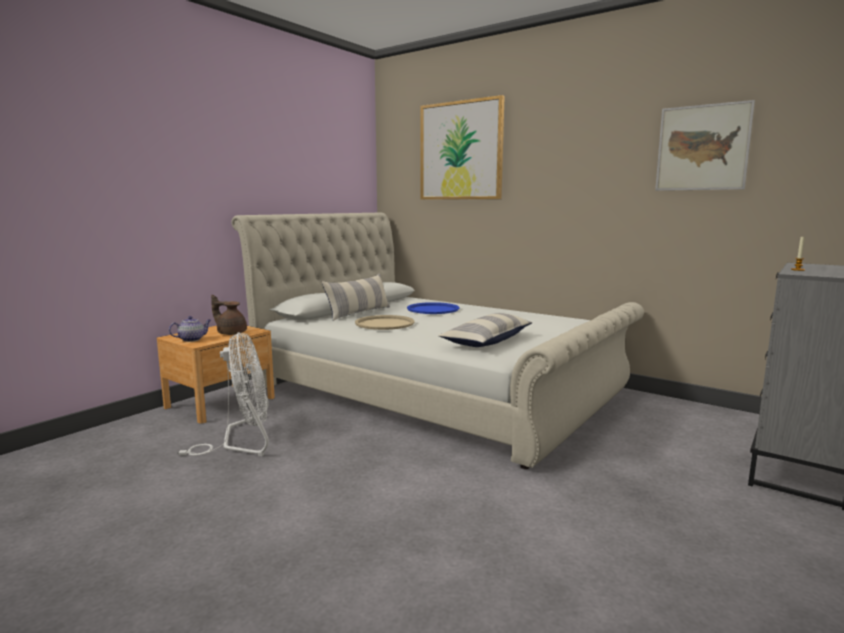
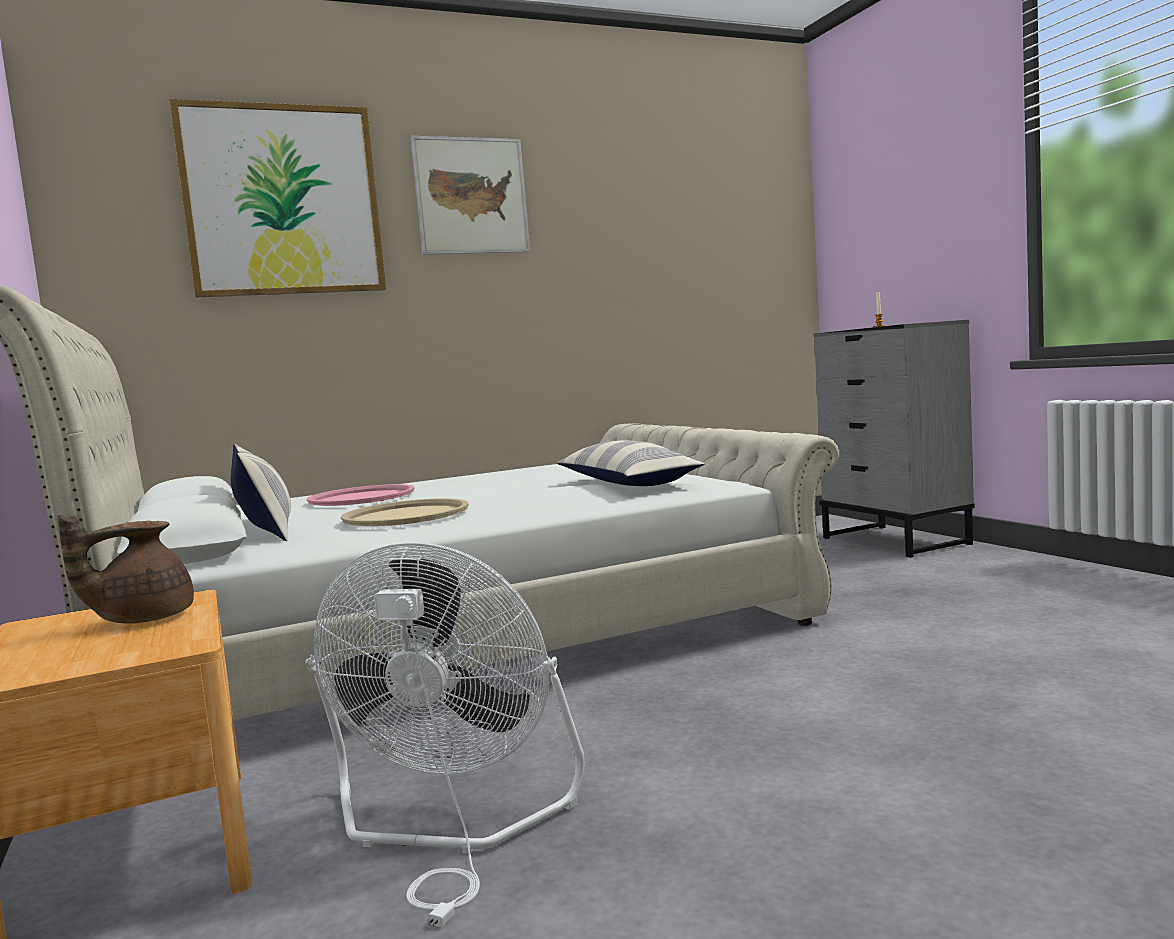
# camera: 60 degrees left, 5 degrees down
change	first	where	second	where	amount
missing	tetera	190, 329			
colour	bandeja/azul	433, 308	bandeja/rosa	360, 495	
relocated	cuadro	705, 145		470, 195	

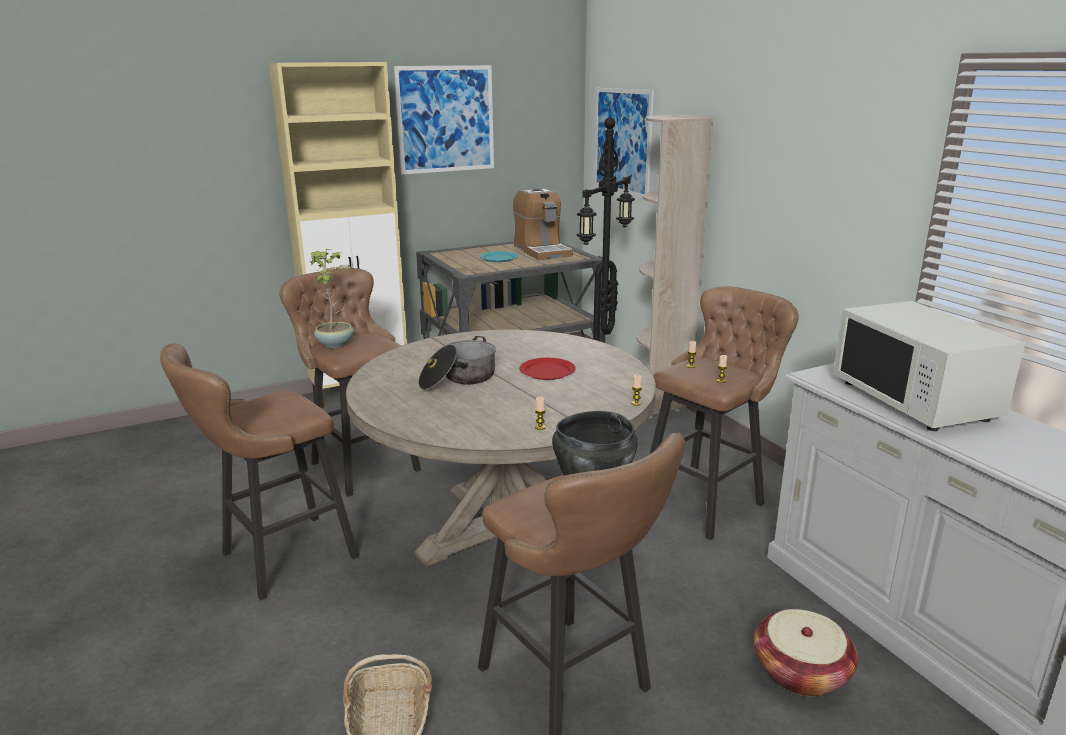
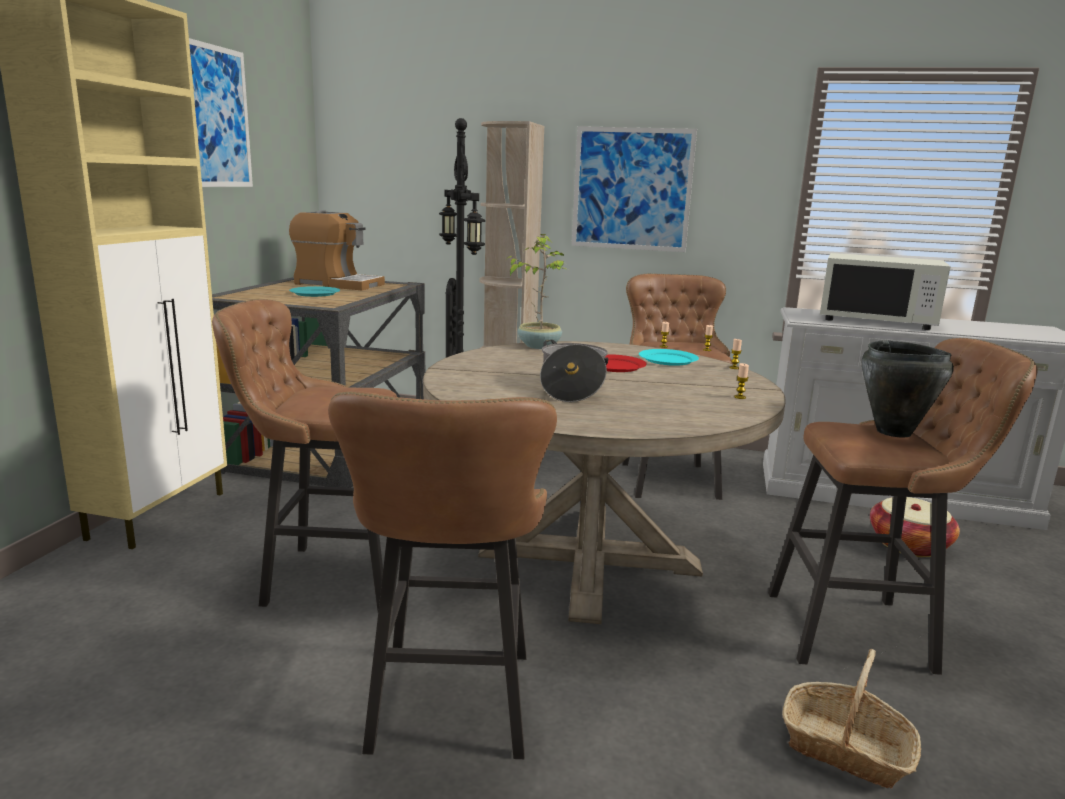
# camera: 50 degrees left, 5 degrees down
change	first	where	second	where	amount
relocated	planta en maceta	332, 298		537, 291	
relocated	cuadro	624, 143		634, 189	
appeared			plato/turquesa	669, 357	

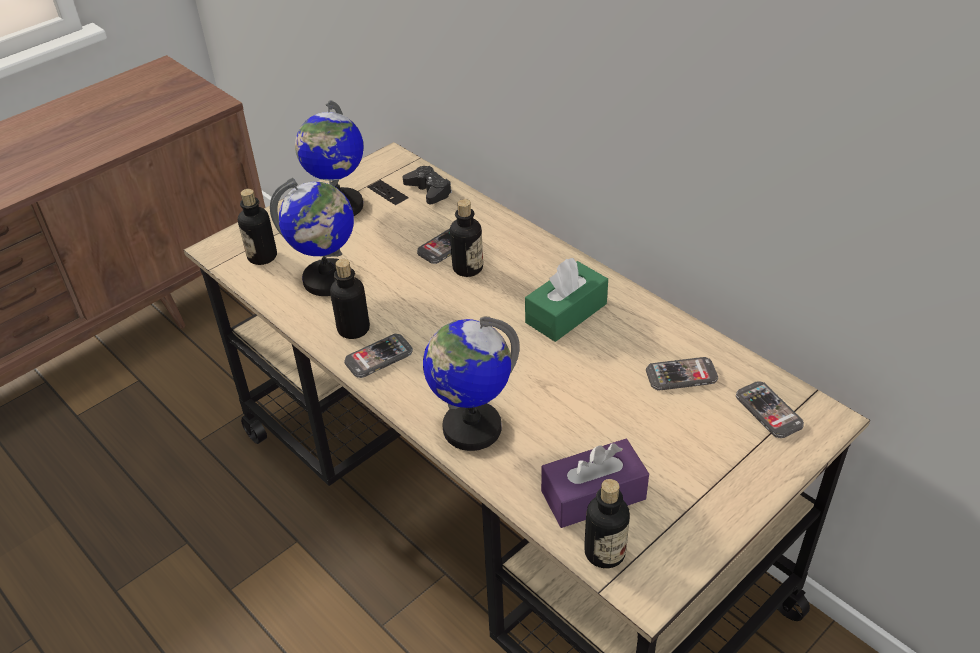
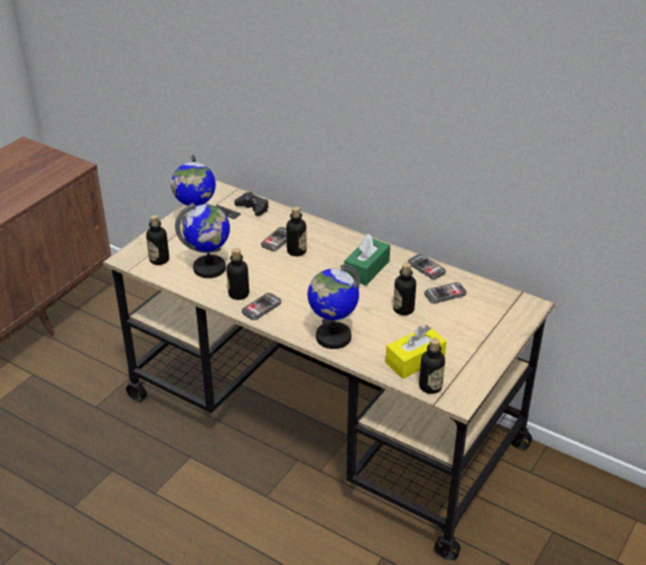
# camera: 15 degrees left, 5 degrees down
change	first	where	second	where	amount
colour	caja de pañuelos/morado	595, 483	caja de pañuelos/amarillo	416, 352	
relocated	móvil	770, 409		427, 266	
appeared			botella	404, 289	

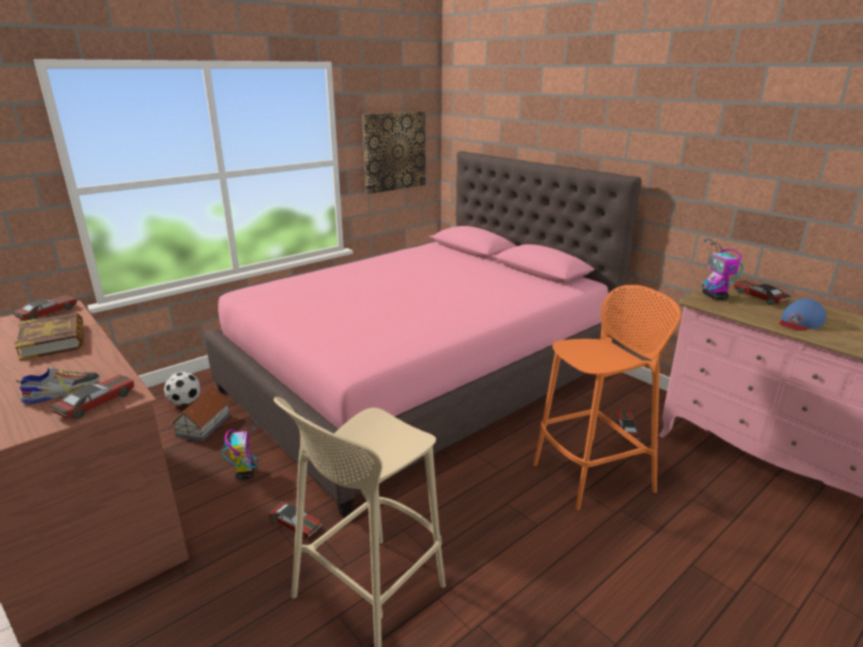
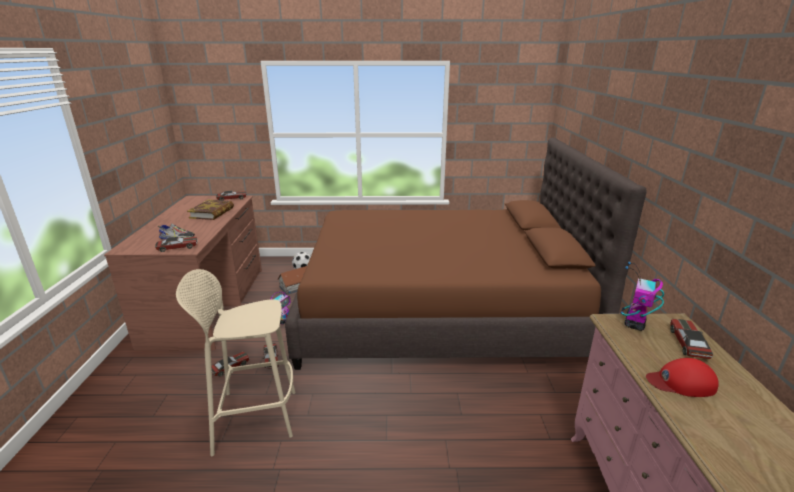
# camera: 40 degrees right, 0 degrees up
change	first	where	second	where	amount
colour	cama/rosa	423, 334	cama/marrón	466, 254	
missing	cuadro	394, 152			
missing	taburete/naranja	607, 397			
relocated	coche de juguete	627, 426		231, 364	
colour	gorra/azul	802, 314	gorra/rojo	682, 377	

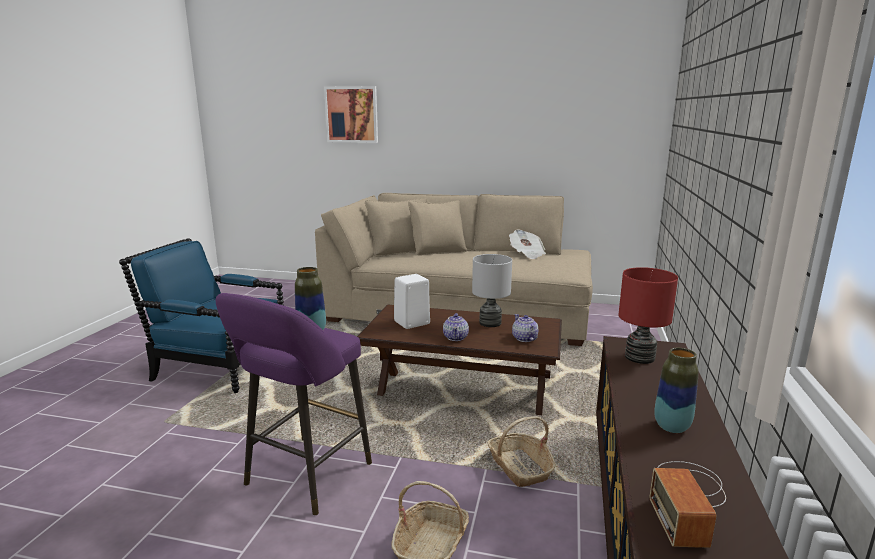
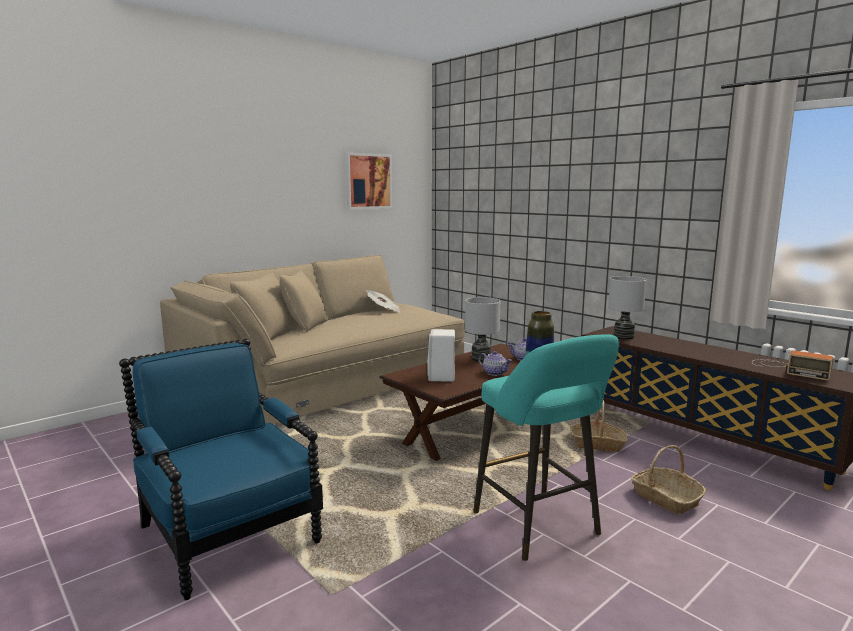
# camera: 55 degrees left, 5 degrees down
change	first	where	second	where	amount
spun	sillón/azul	201, 315		221, 469	90 degrees clockwise
colour	taburete/morado	294, 404	taburete/turquesa	546, 448	
relocated	cuadro	351, 114		369, 181	
colour	lámpara de mesa/rojo	648, 315	lámpara de mesa/gris	627, 307	
missing	florero	676, 390			

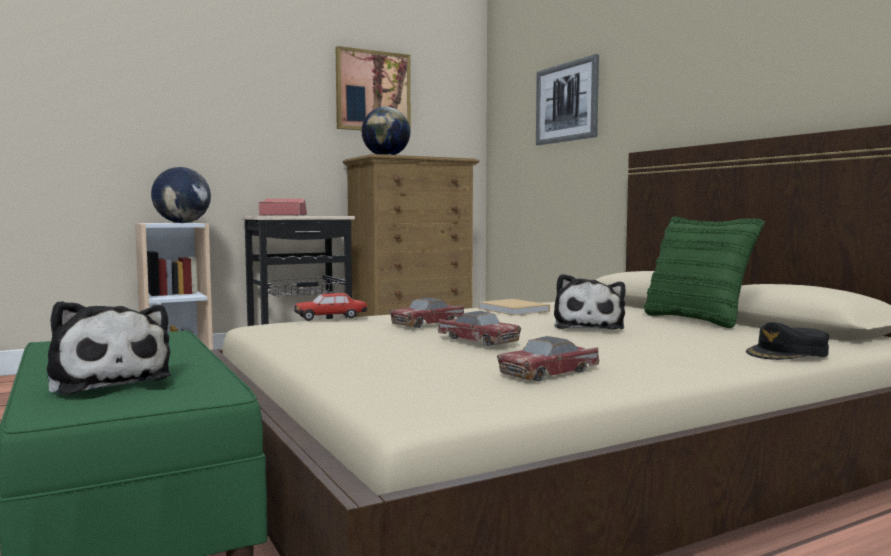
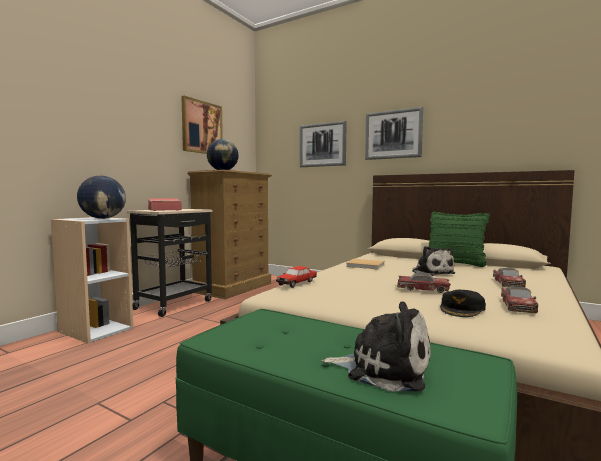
# camera: 30 degrees left, 0 degrees up
change	first	where	second	where	amount
relocated	coche de juguete	427, 312		509, 277	
relocated	gorra/negro	787, 341		463, 303	
appeared			cuadro	394, 133	

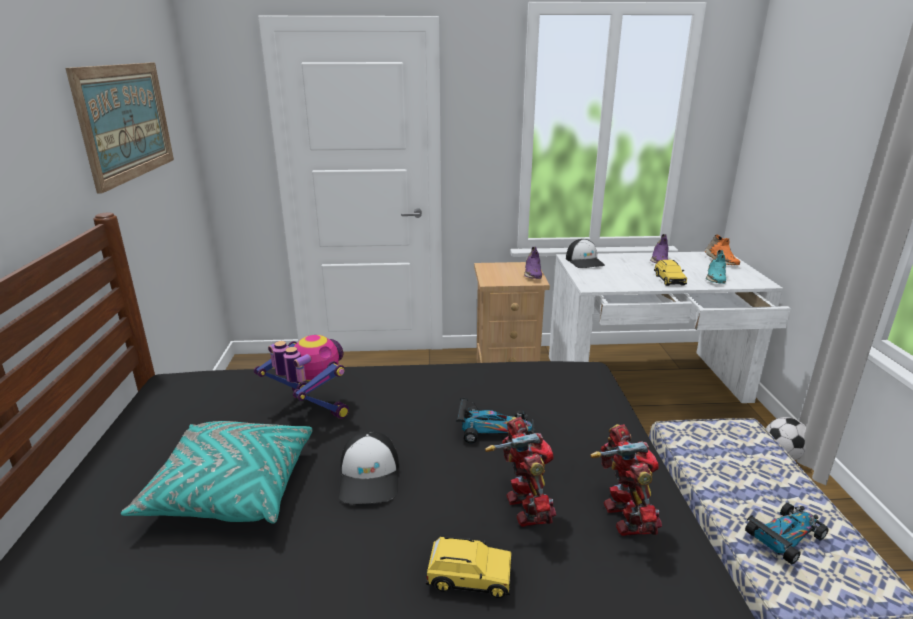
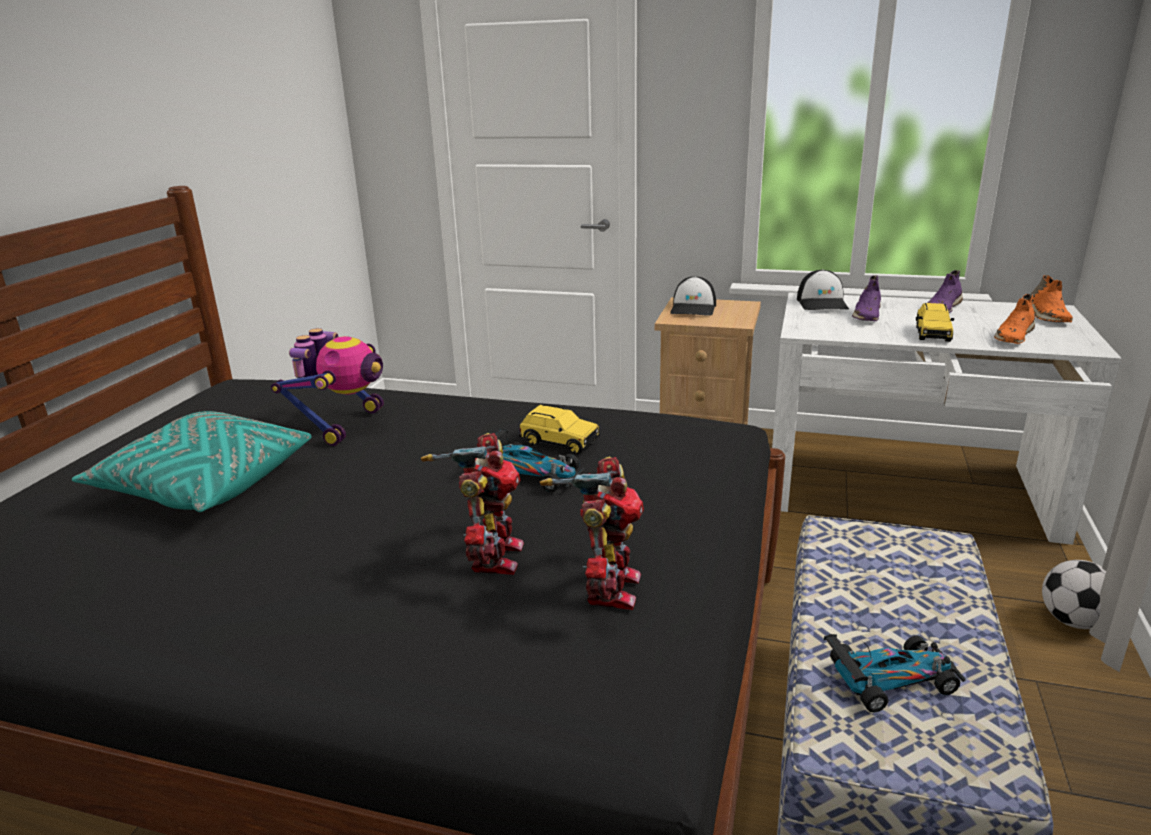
# camera: 20 degrees right, 0 degrees up
change	first	where	second	where	amount
missing	cuadro	120, 128			
spun	robot de juguete	301, 377		327, 387	45 degrees clockwise
relocated	gorra	369, 467		693, 295	
relocated	coche de juguete/amarillo	468, 567		559, 429	
relocated	zapato/morado	533, 262		866, 298	
colour	zapato/turquesa	716, 267	zapato/naranja	1014, 319	

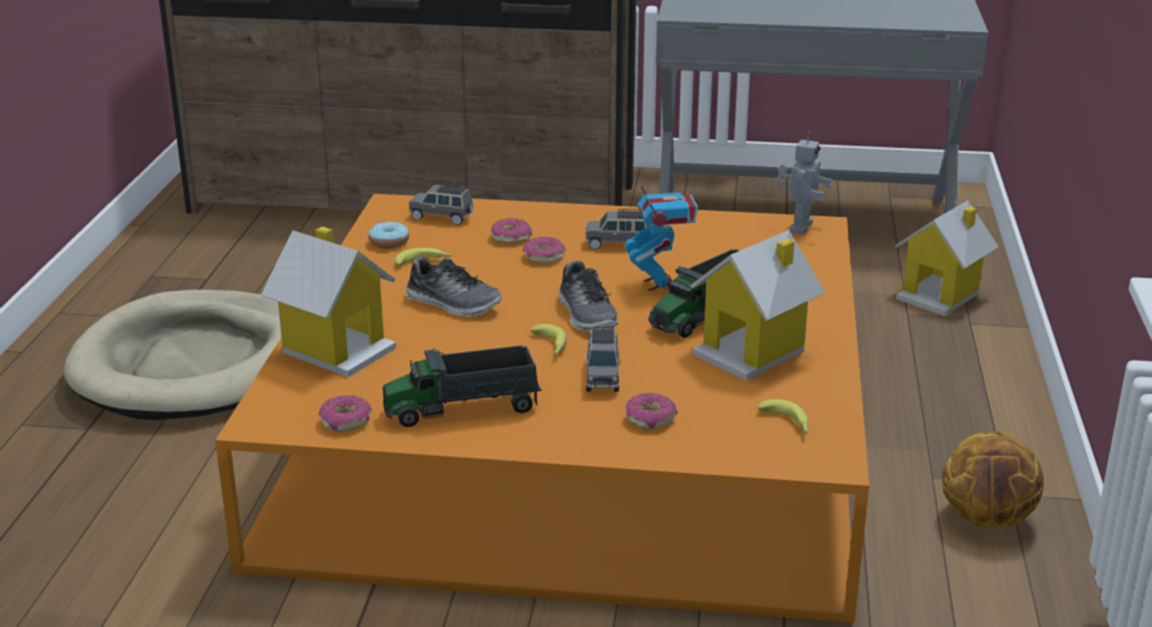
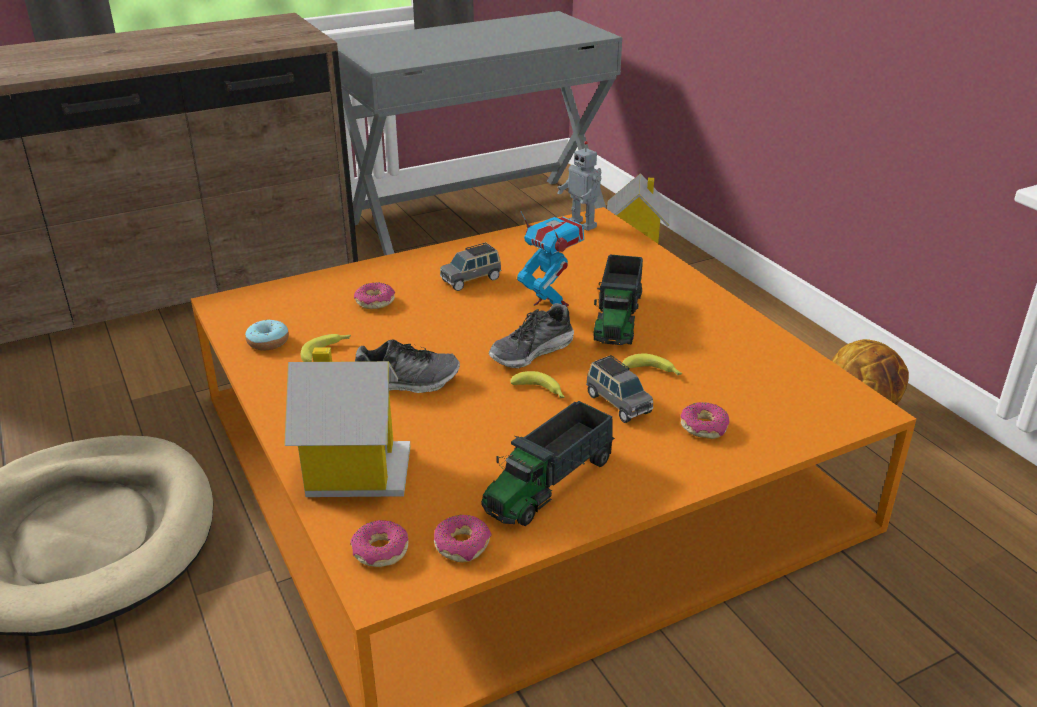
# camera: 35 degrees left, 5 degrees up
change	first	where	second	where	amount
missing	coche de juguete/gris	441, 204			
relocated	rosquilla	544, 250		379, 543	
spun	zapato	588, 296		531, 335	105 degrees clockwise
missing	casita	757, 305			
relocated	plátano	783, 416		652, 365	
spun	robot de juguete	805, 183		579, 186	150 degrees clockwise

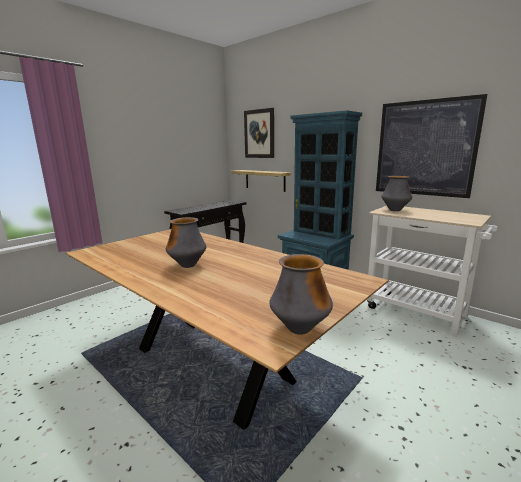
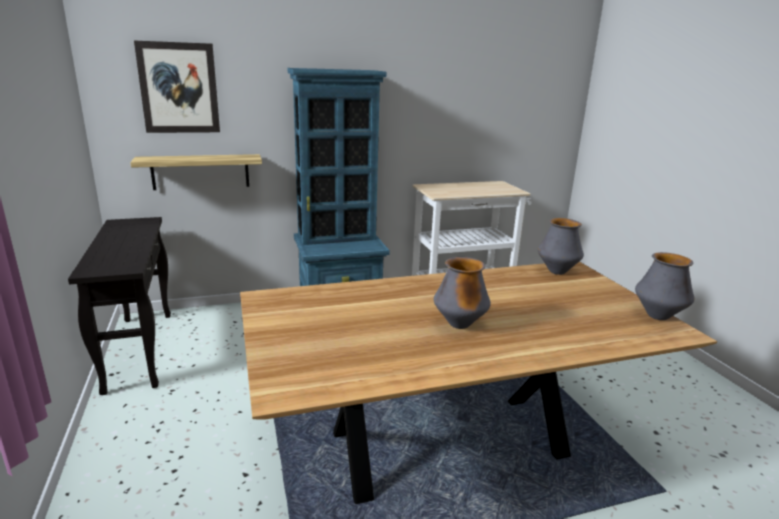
# camera: 60 degrees left, 5 degrees up
change	first	where	second	where	amount
missing	cuadro	431, 146			
relocated	florero	397, 193		561, 246	

